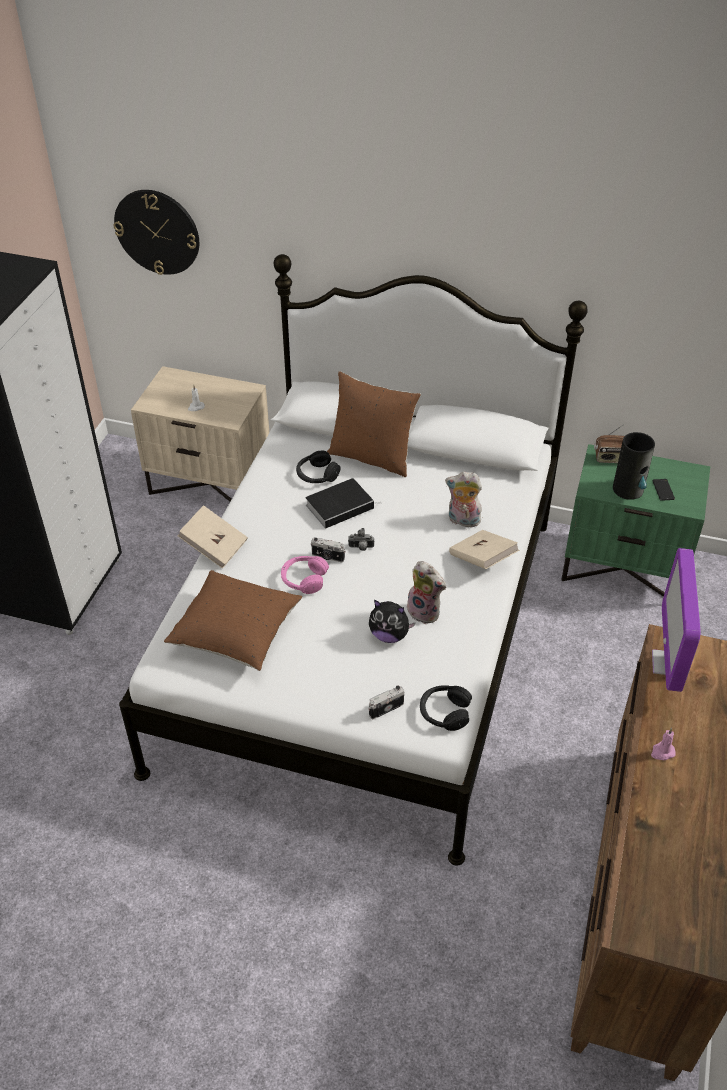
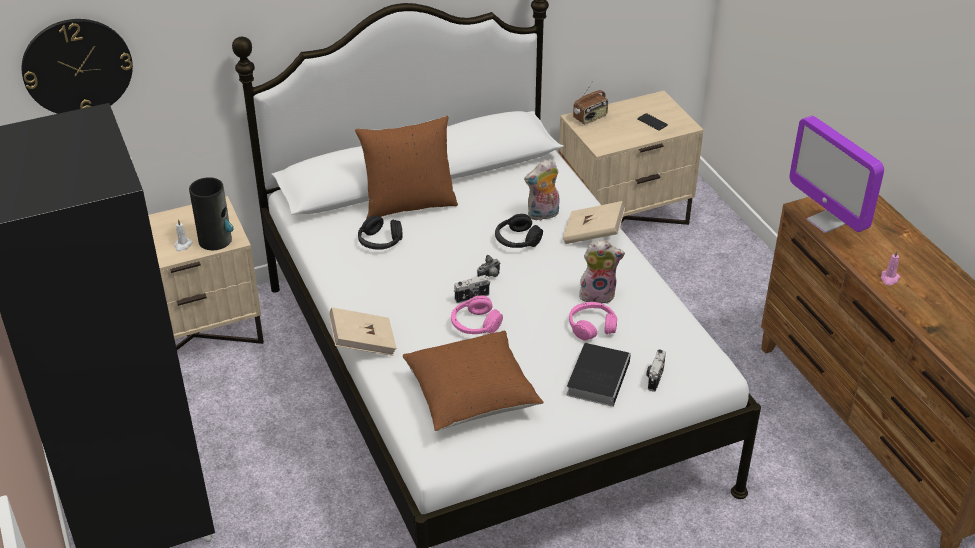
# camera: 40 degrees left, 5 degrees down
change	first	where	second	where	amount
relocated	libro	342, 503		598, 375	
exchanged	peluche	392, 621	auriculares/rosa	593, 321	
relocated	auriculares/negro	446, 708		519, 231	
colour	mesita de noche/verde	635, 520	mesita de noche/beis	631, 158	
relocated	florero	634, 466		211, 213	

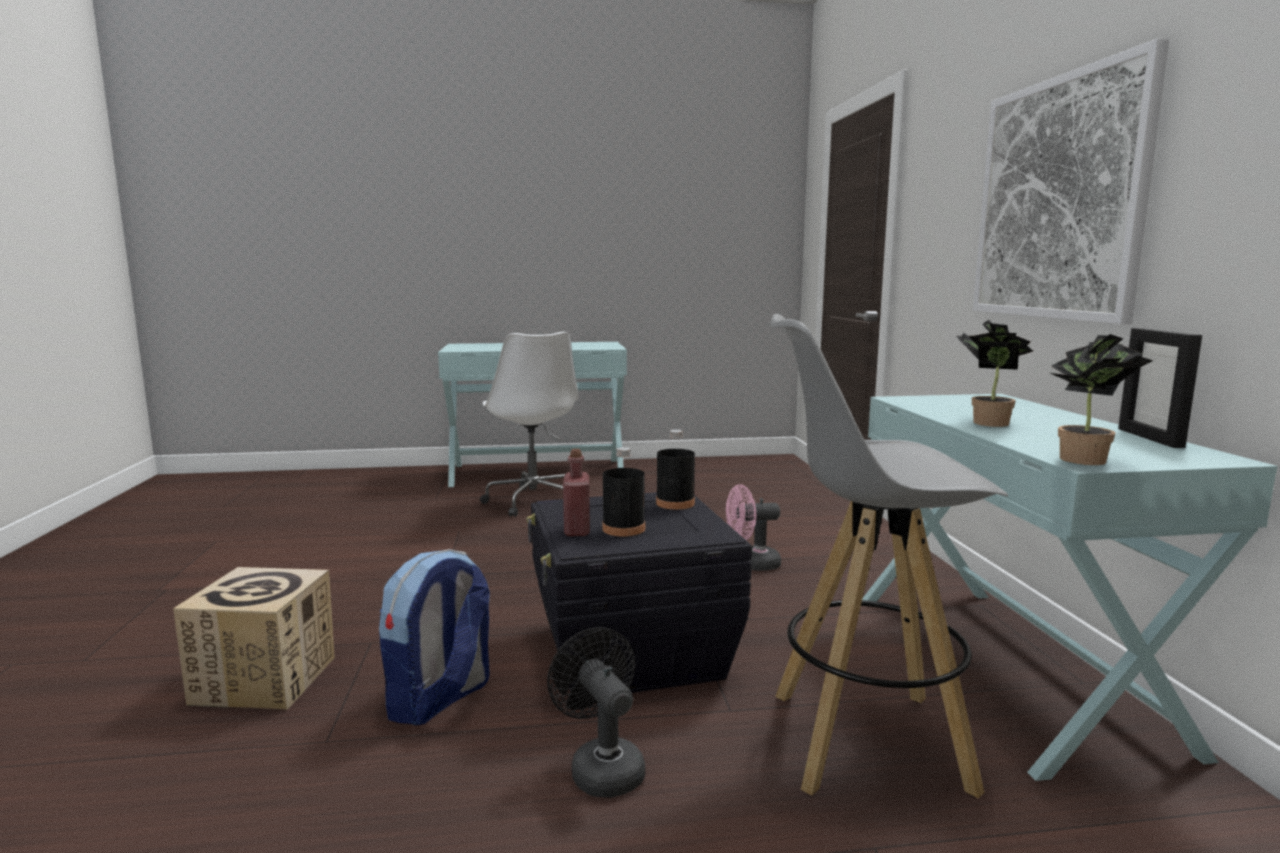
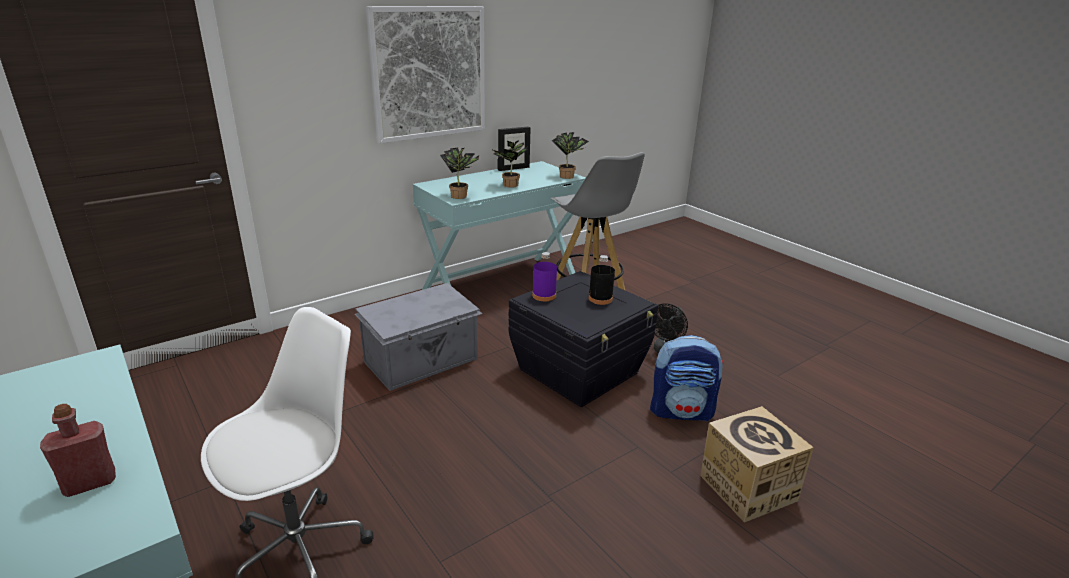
# camera: 120 degrees left, 15 degrees up
change	first	where	second	where	amount
relocated	botella/rojo	576, 492		78, 450	
colour	botella/negro	675, 470	botella/morado	544, 276	
exchanged	ventilador/rosa	753, 527	caja de almacenaje/gris	418, 337	
appeared			planta en maceta	459, 173	

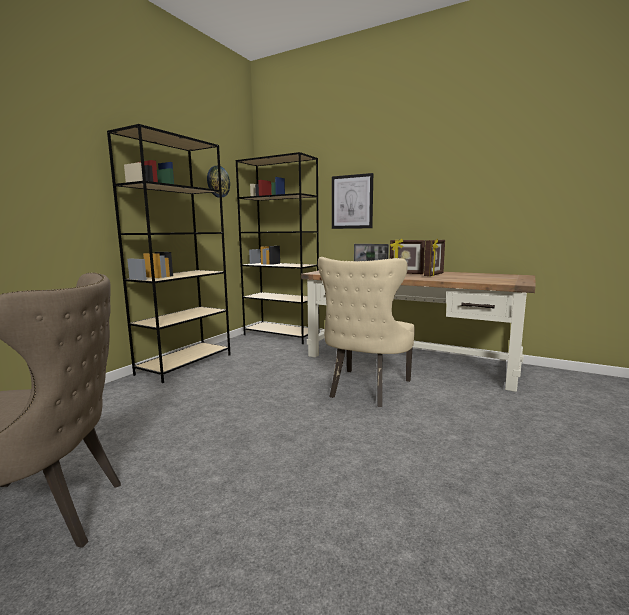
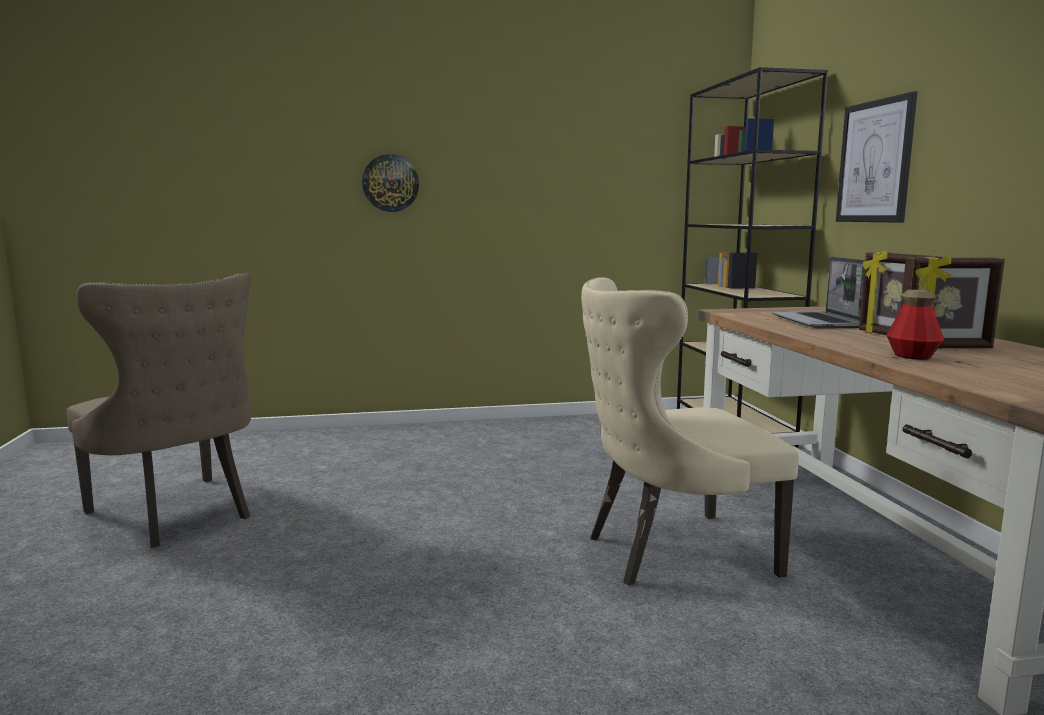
# camera: 50 degrees right, 0 degrees up
change	first	where	second	where	amount
missing	estantería/beis	169, 253			
relocated	reloj de pared	218, 181		390, 183	
appeared			botella	915, 324	

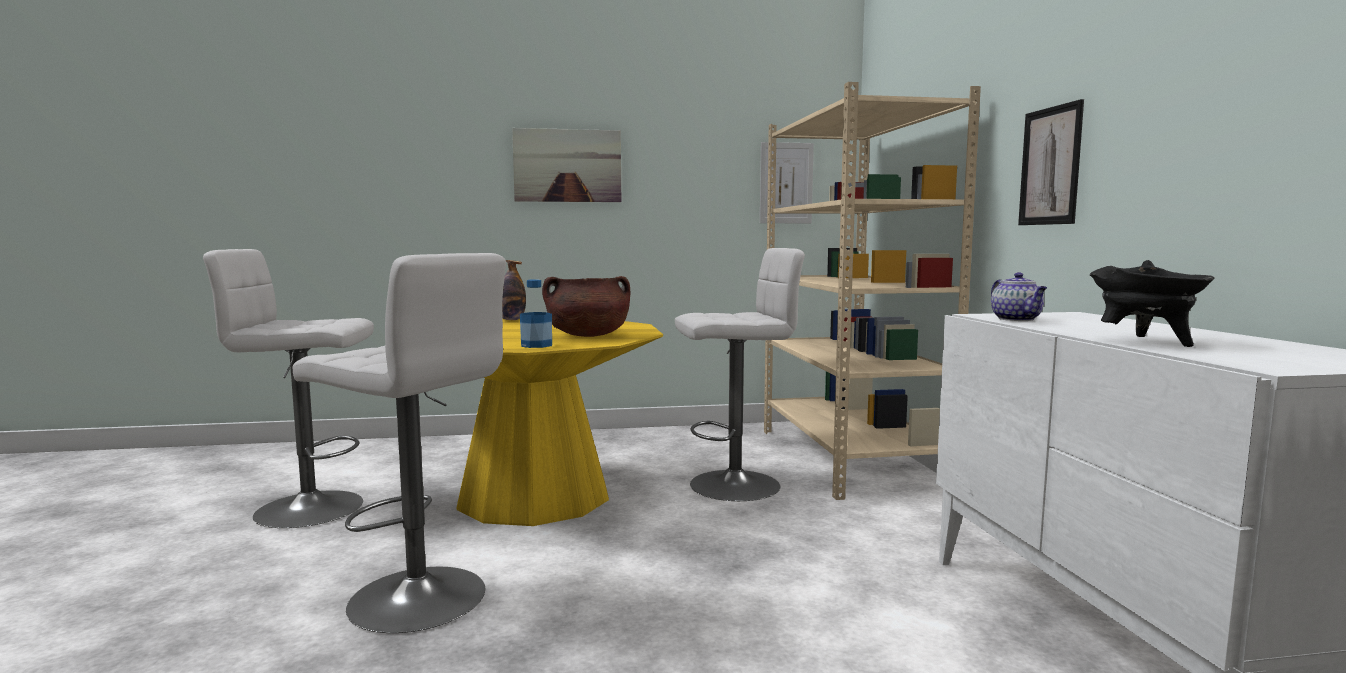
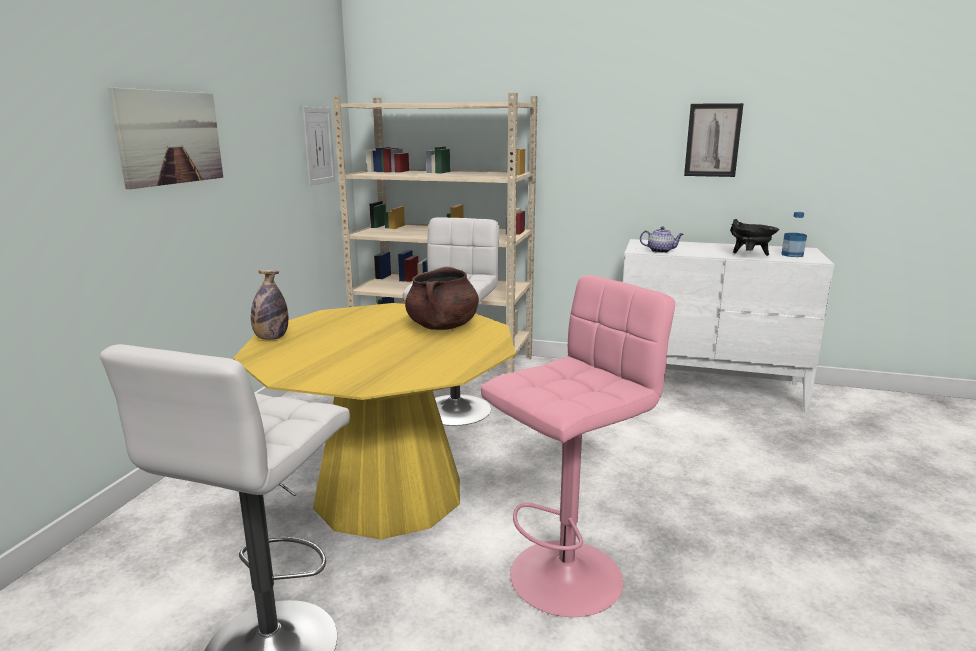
# camera: 65 degrees left, 10 degrees up
change	first	where	second	where	amount
colour	taburete/blanco	399, 443	taburete/rosa	578, 446	
relocated	botella	536, 313		794, 234	
relocated	cuadro	1051, 162		714, 140	

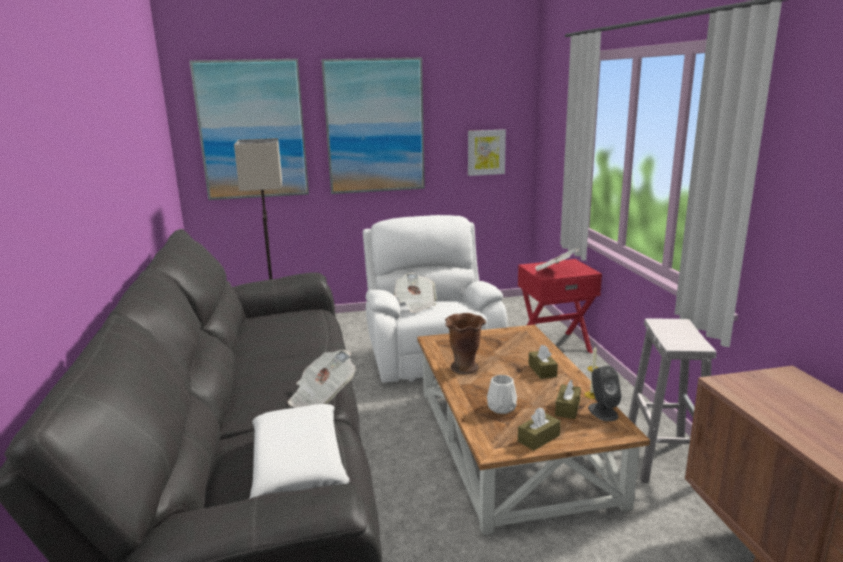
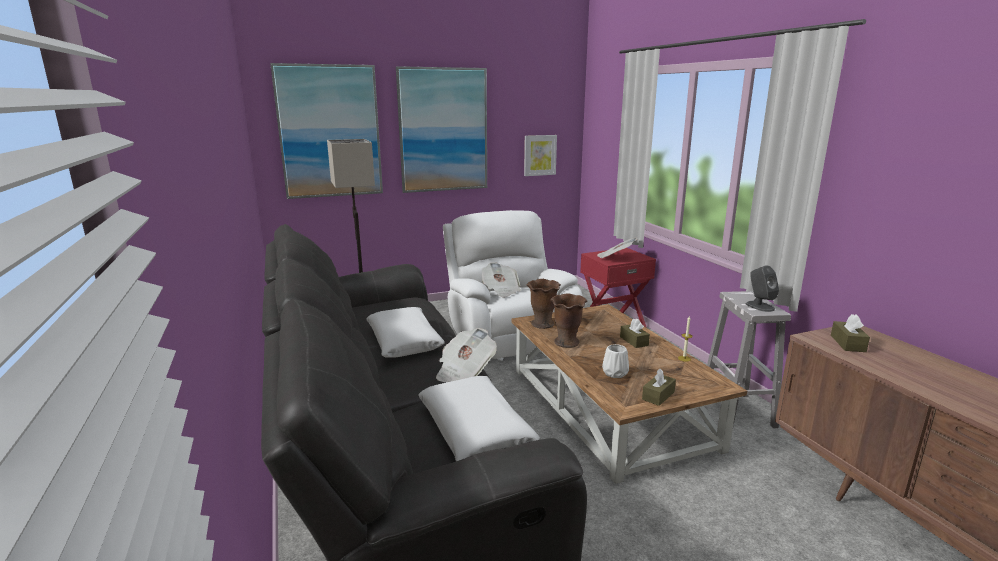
# camera: 10 degrees left, 0 degrees up
change	first	where	second	where	amount
relocated	caja de pañuelos/marrón	568, 399		850, 333	
relocated	altavoz/gris	604, 393		762, 288	
appeared			cojín/blanco	406, 332	
appeared			florero/marrón	543, 304	

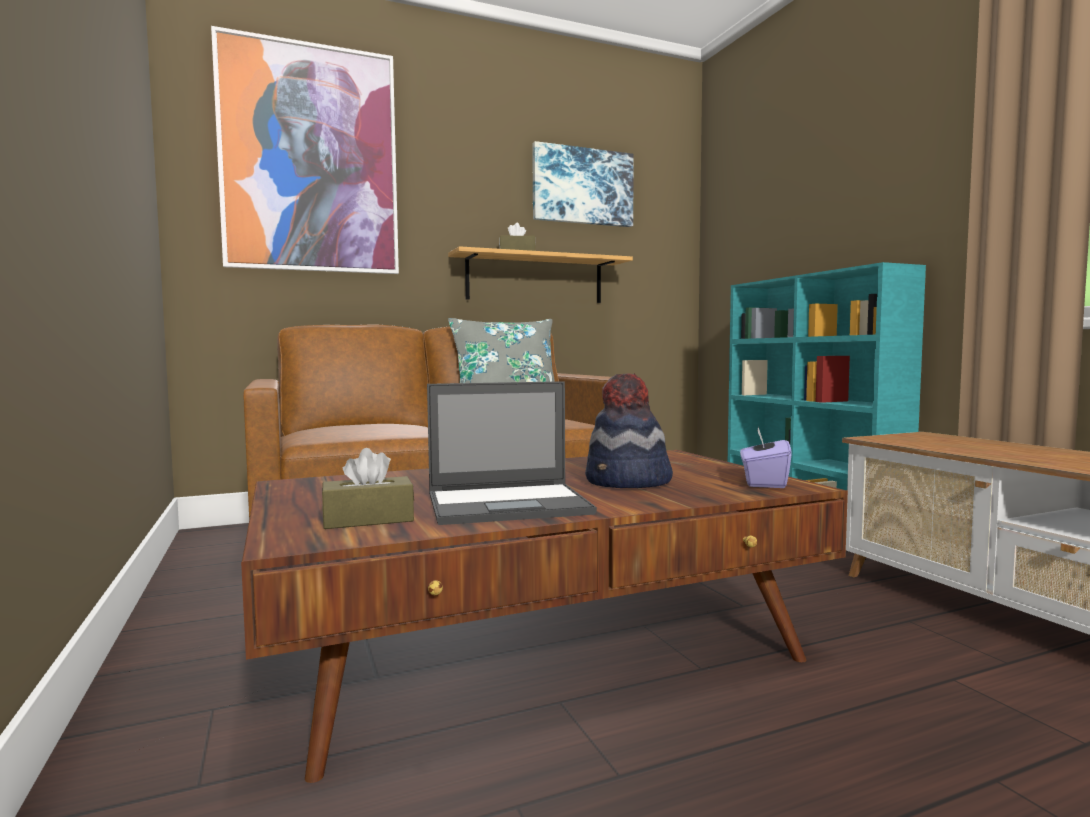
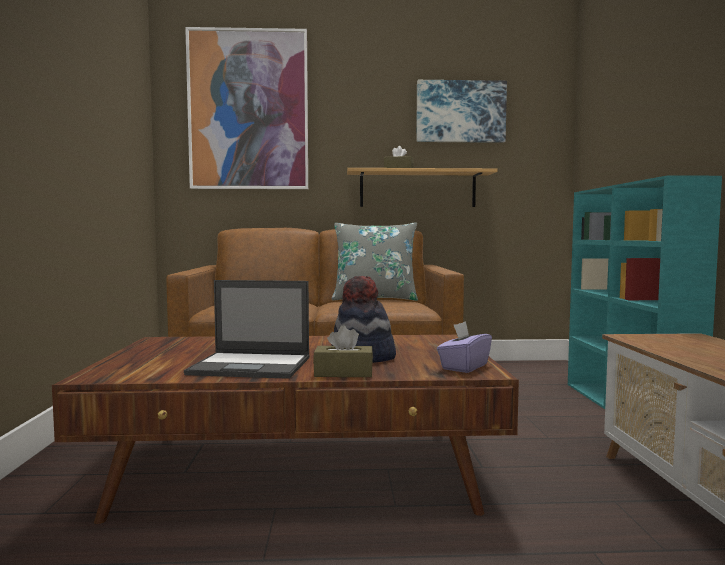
# camera: 20 degrees right, 0 degrees up
change	first	where	second	where	amount
relocated	caja de pañuelos/marrón	367, 488		343, 351	

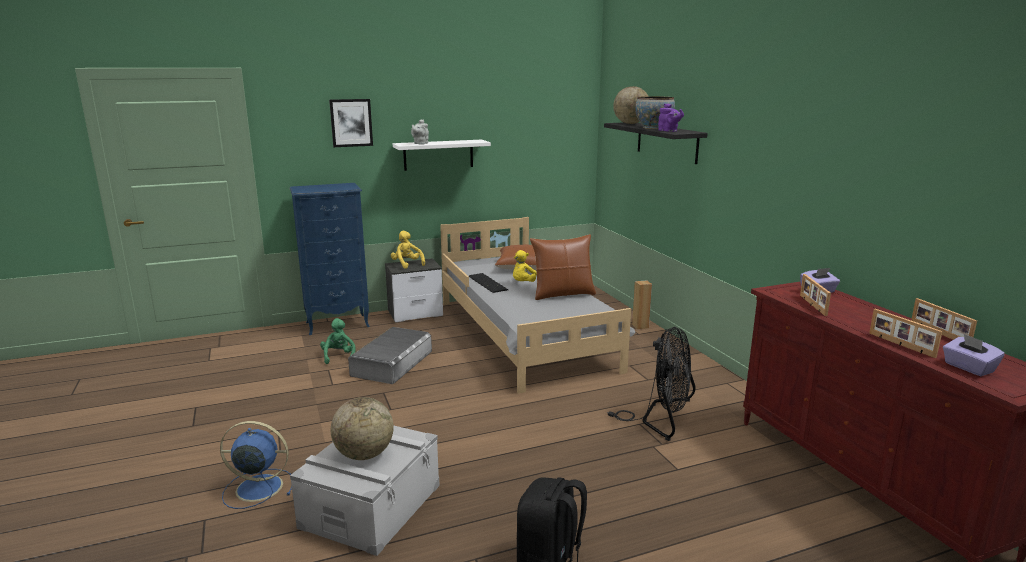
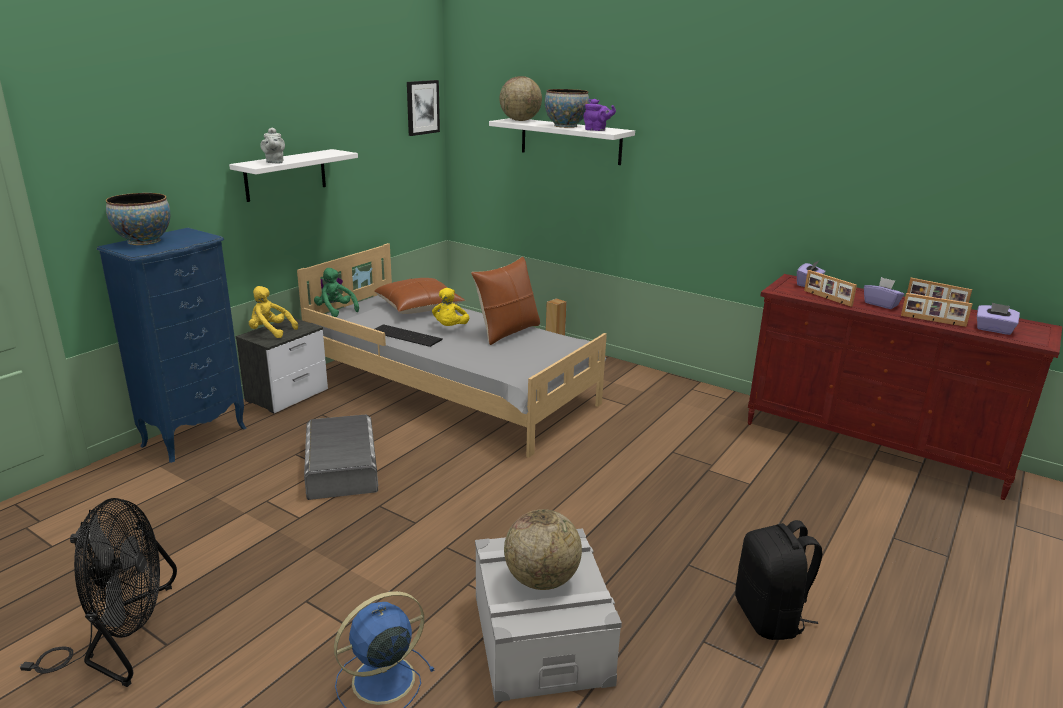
# camera: 35 degrees left, 5 degrees up
change	first	where	second	where	amount
relocated	peluche/verde	337, 341		336, 292	
relocated	cuadro	351, 123		423, 108	
colour	estante/negro	656, 143	estante/blanco	562, 141	
relocated	ventilador/negro	652, 384		98, 592	
appeared			cuenco	138, 219	
appeared			caja de pañuelos/morado	884, 293	

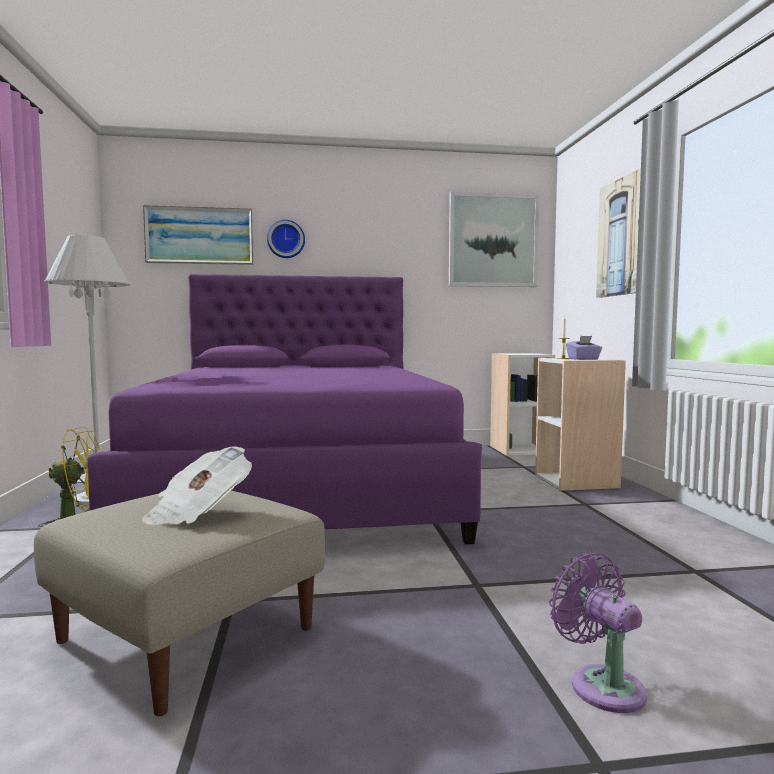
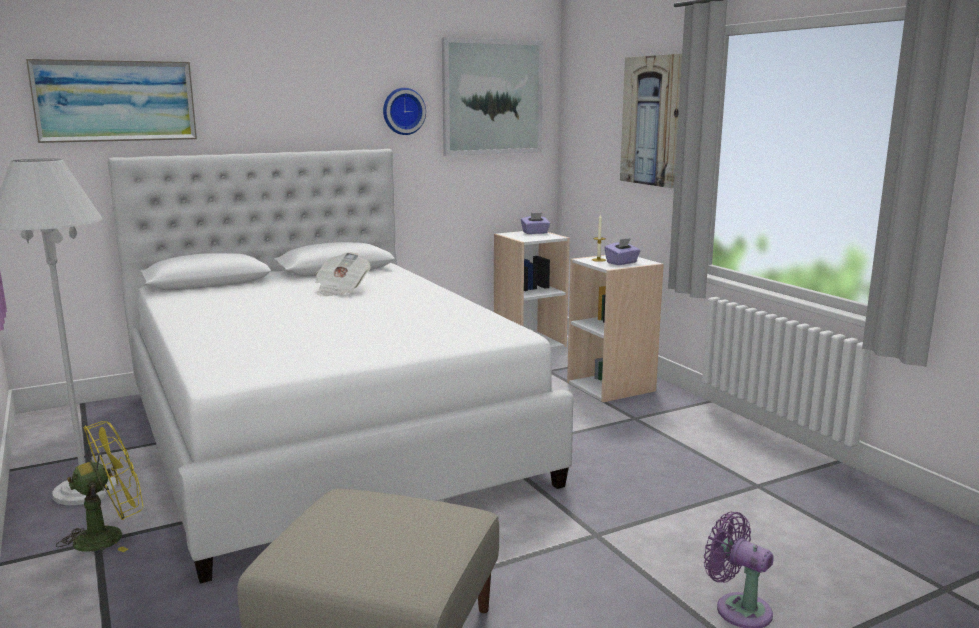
# camera: 20 degrees left, 10 degrees up
change	first	where	second	where	amount
colour	cama/morado	284, 409	cama/blanco	341, 366	
relocated	periódico	197, 485		343, 274	
relocated	reloj de pared	286, 239		404, 111	
appeared			caja de pañuelos/morado	535, 223	

